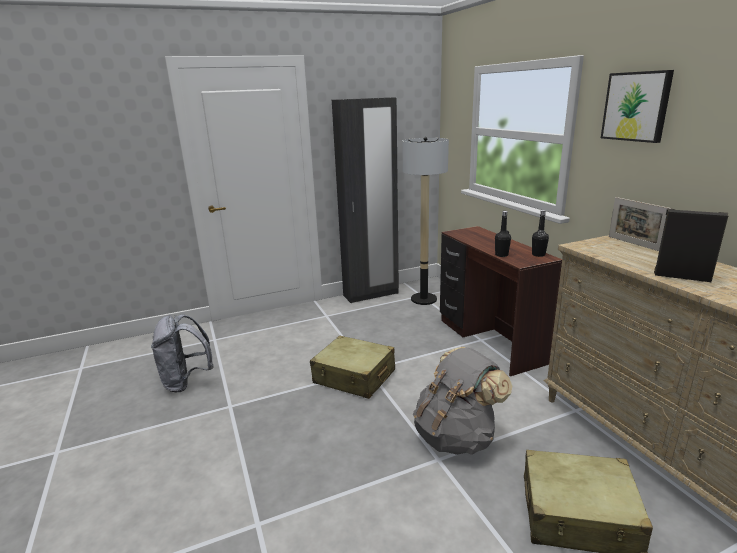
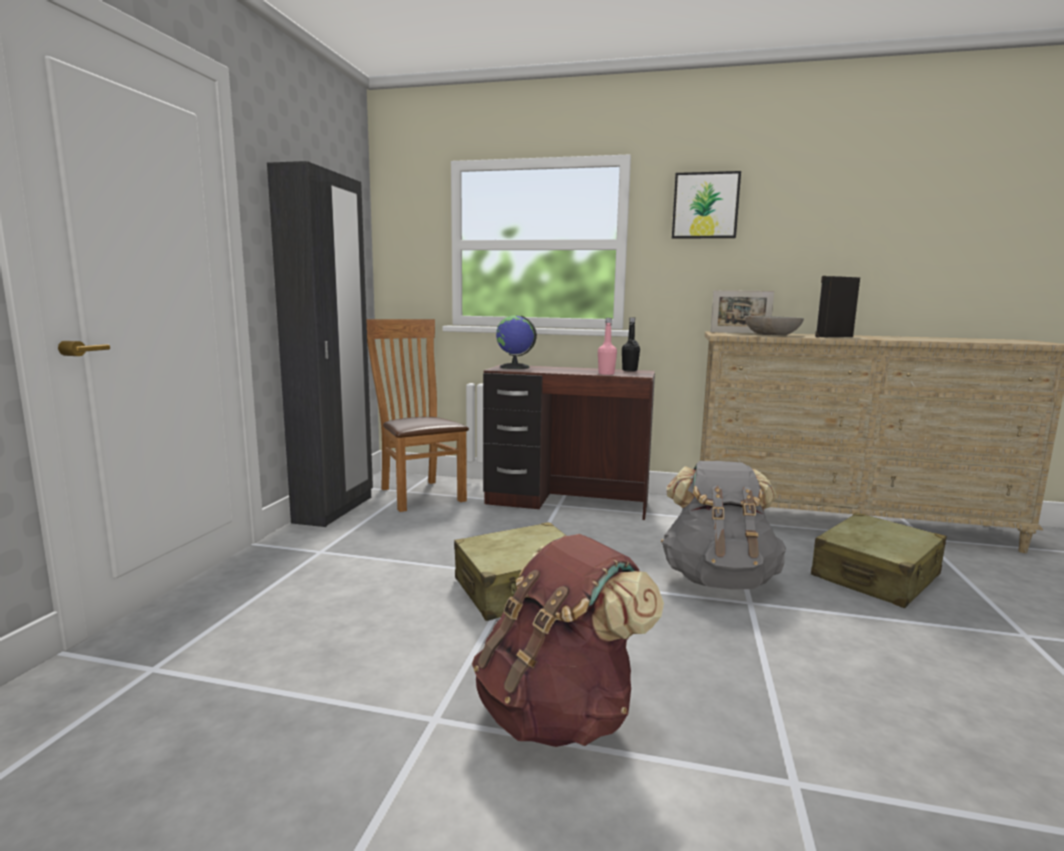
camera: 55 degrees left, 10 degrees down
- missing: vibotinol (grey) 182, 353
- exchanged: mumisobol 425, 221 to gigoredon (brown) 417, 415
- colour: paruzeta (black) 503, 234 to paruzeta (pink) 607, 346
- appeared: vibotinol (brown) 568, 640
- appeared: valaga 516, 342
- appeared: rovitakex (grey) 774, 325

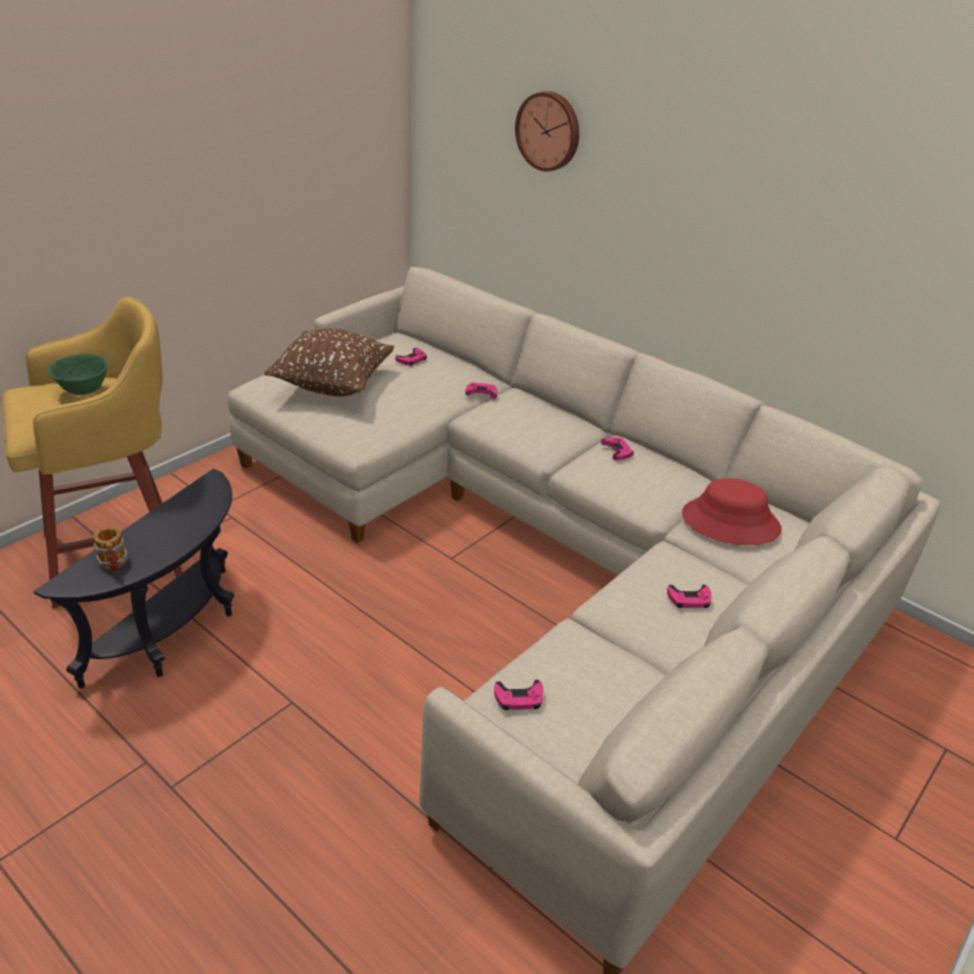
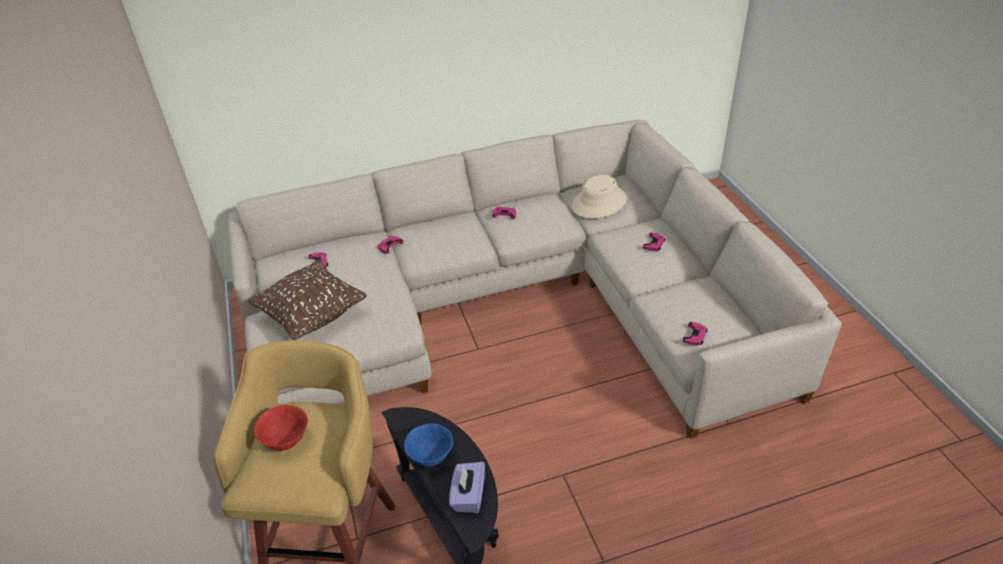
camera: 55 degrees left, 5 degrees up
- colour: rovitakex (green) 78, 374 to rovitakex (red) 281, 428
- exchanged: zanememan 110, 550 to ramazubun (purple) 467, 487
- missing: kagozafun 547, 131
- colour: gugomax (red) 732, 511 to gugomax (beige) 599, 196
- appeared: rovitakex (blue) 428, 444

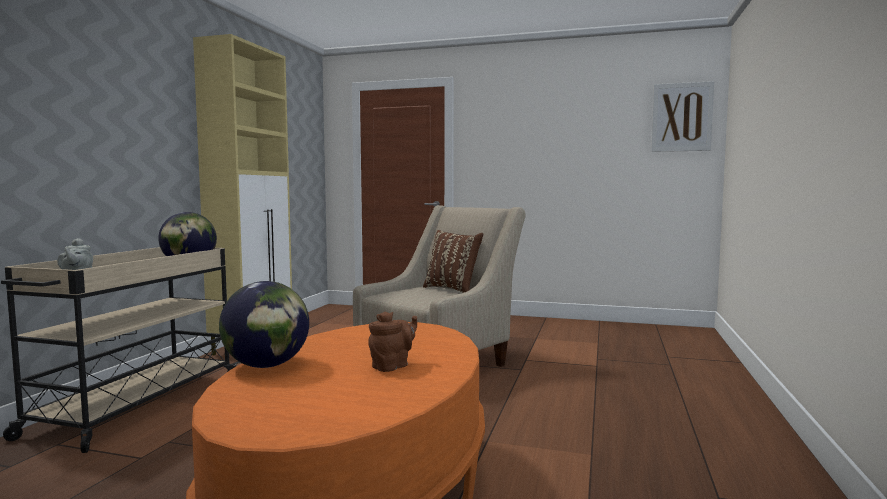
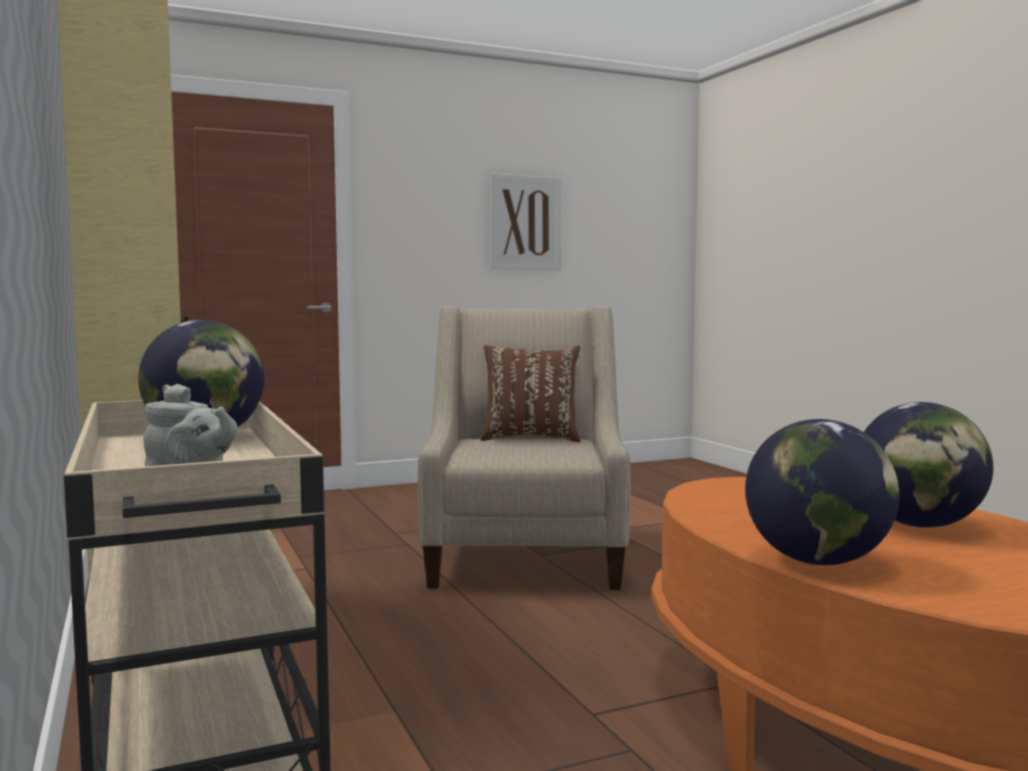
camera: 40 degrees left, 0 degrees up
- exchanged: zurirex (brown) 392, 341 to valaga 928, 465
- relocated: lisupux 682, 116 to 525, 222

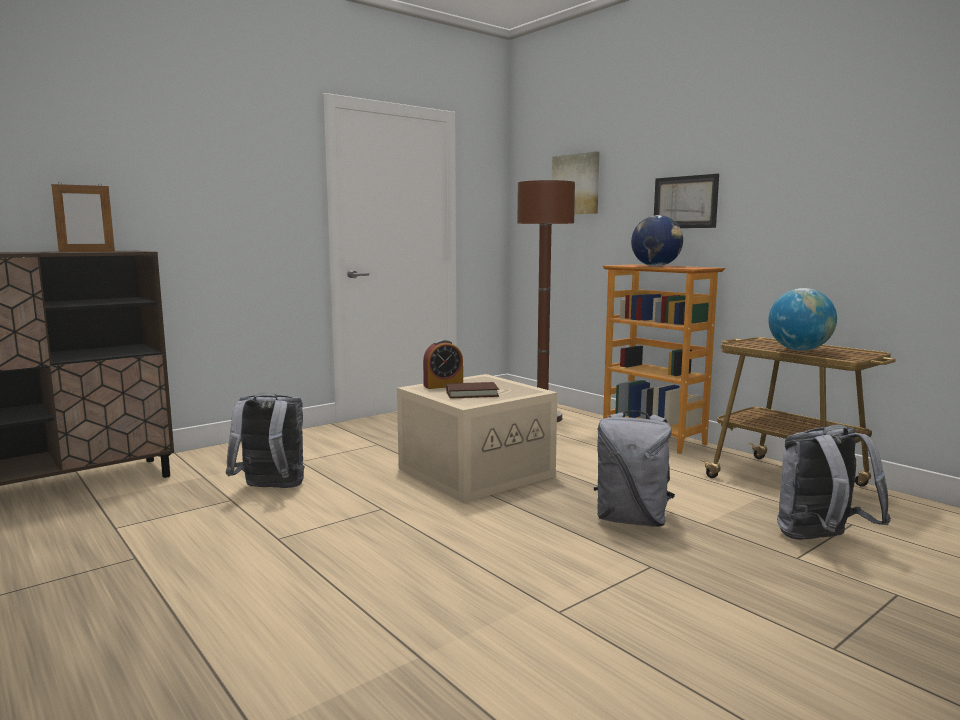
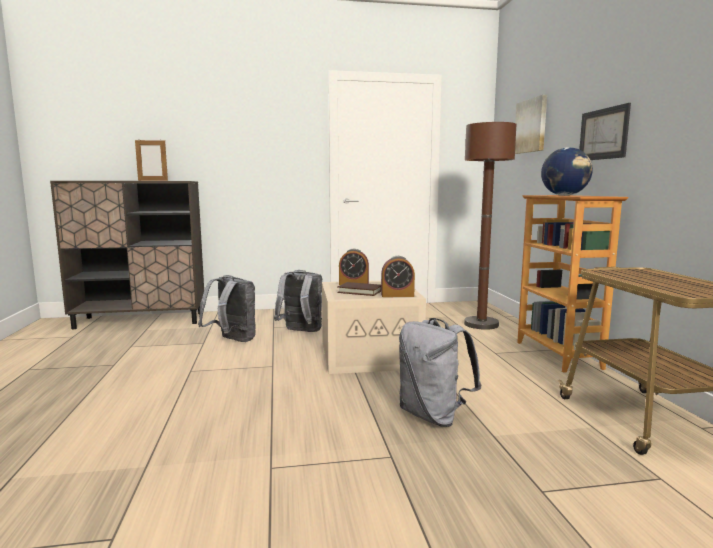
camera: 30 degrees right, 0 degrees up
- missing: valaga 802, 319
- relocated: vibotinol (grey) 834, 482 to 298, 301
- appeared: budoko 398, 276

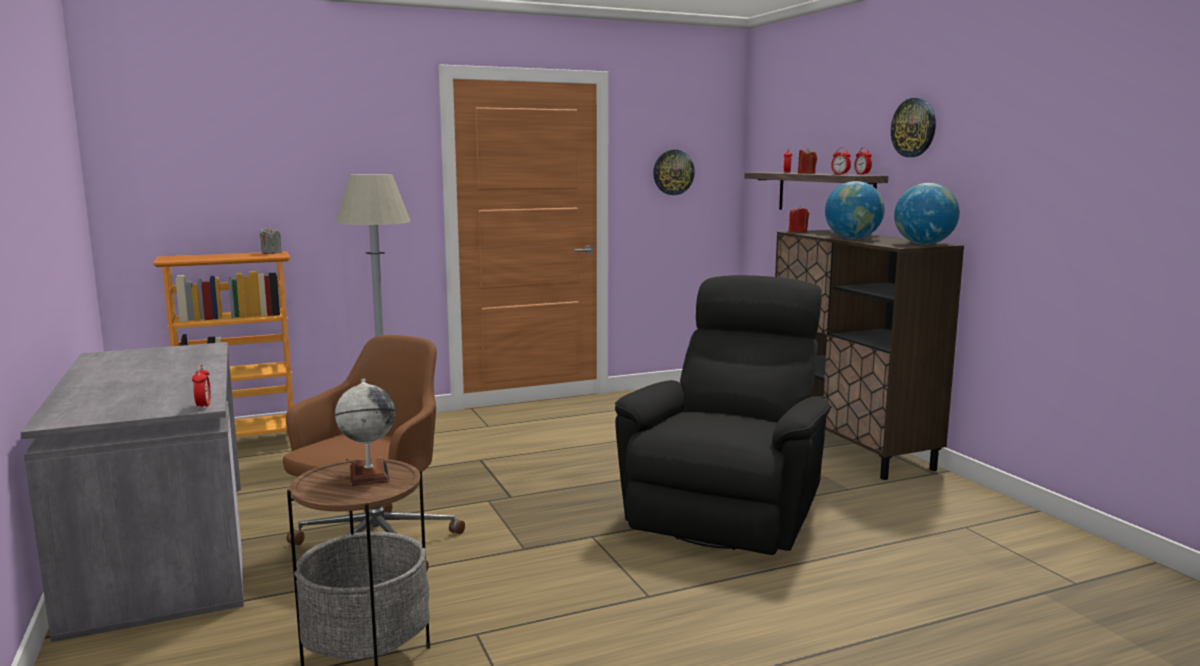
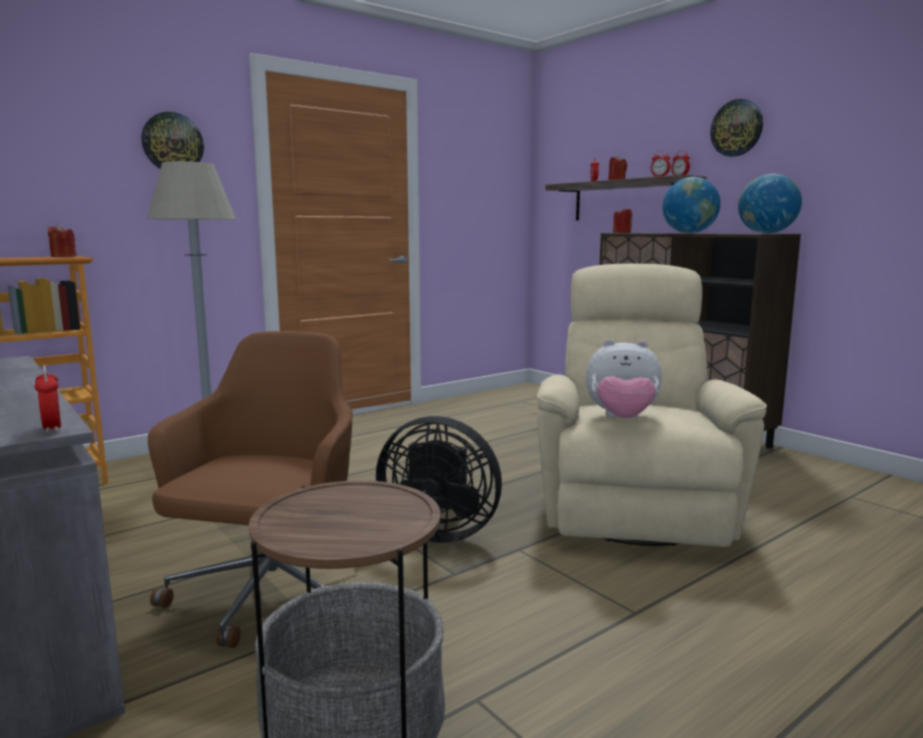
camera: 15 degrees left, 0 degrees up
- colour: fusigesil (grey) 271, 240 to fusigesil (red) 62, 240
- missing: valaga 365, 432
- colour: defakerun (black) 723, 415 to defakerun (beige) 652, 405
- relocated: kagozafun 674, 172 to 172, 140
- appeared: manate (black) 439, 479
- appeared: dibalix 624, 378

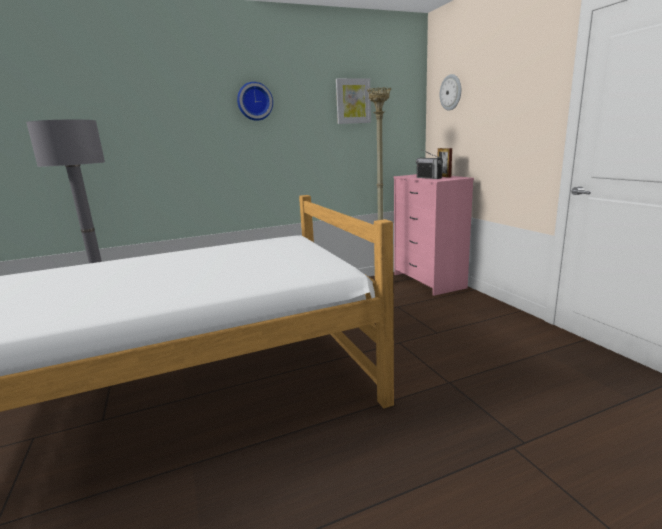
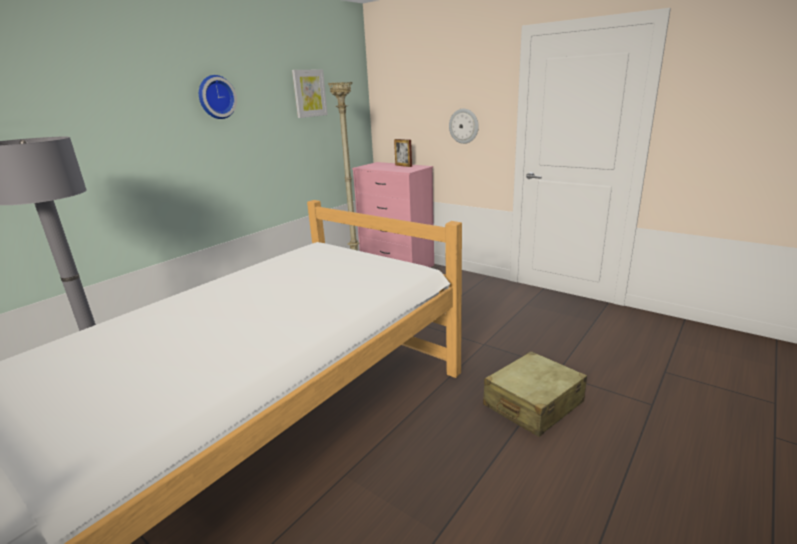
camera: 30 degrees left, 5 degrees up
- missing: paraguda 429, 164
- relocated: kagozafun 450, 92 to 464, 126
- appeared: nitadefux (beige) 535, 394

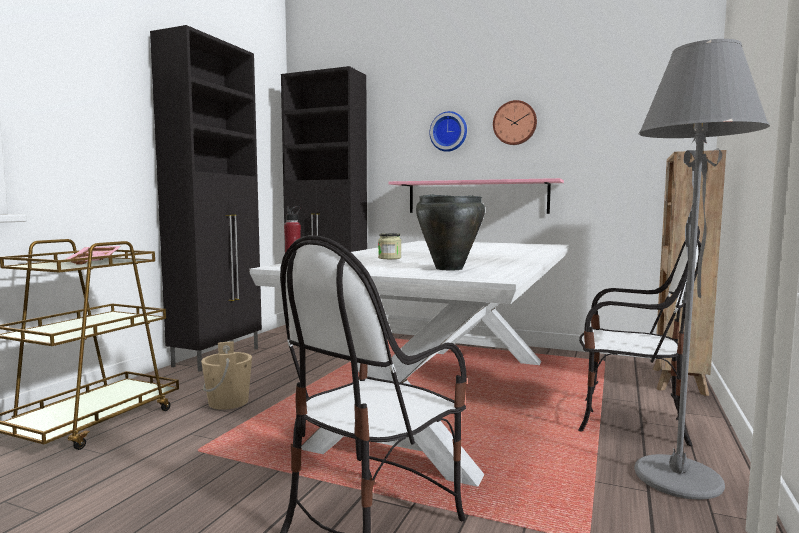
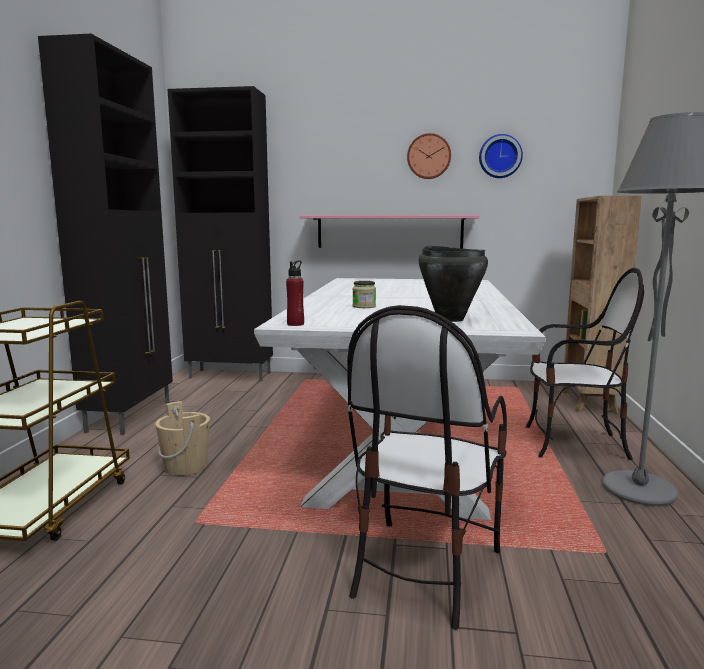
camera: 15 degrees left, 5 degrees up
- missing: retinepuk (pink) 93, 255
- relocated: kagozafun 448, 131 to 501, 156

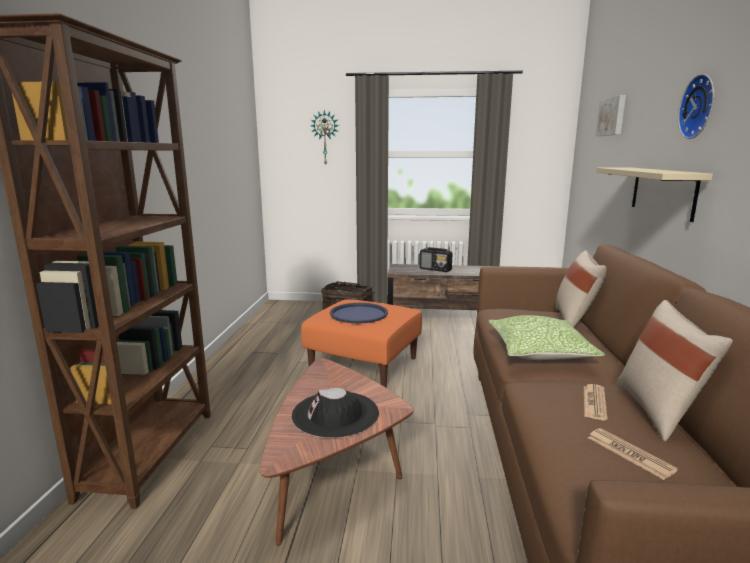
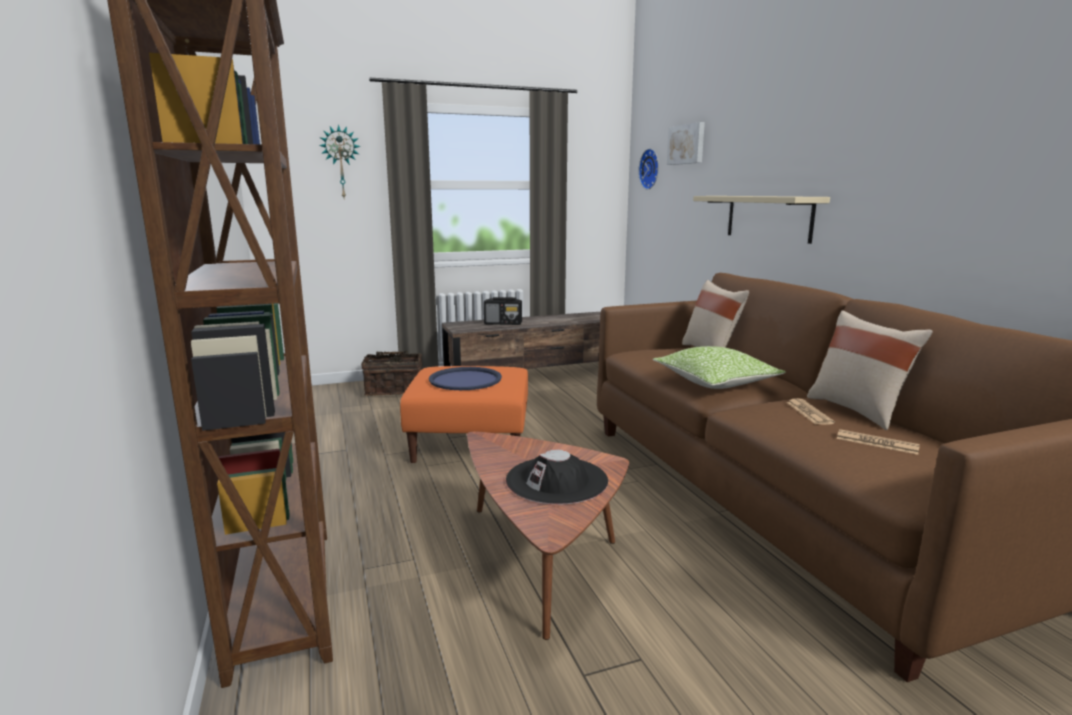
camera: 25 degrees left, 0 degrees up
- relocated: kagozafun 696, 106 to 648, 169

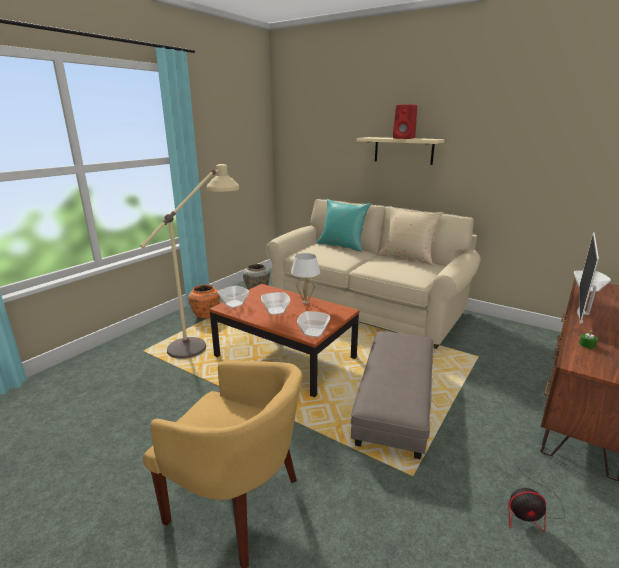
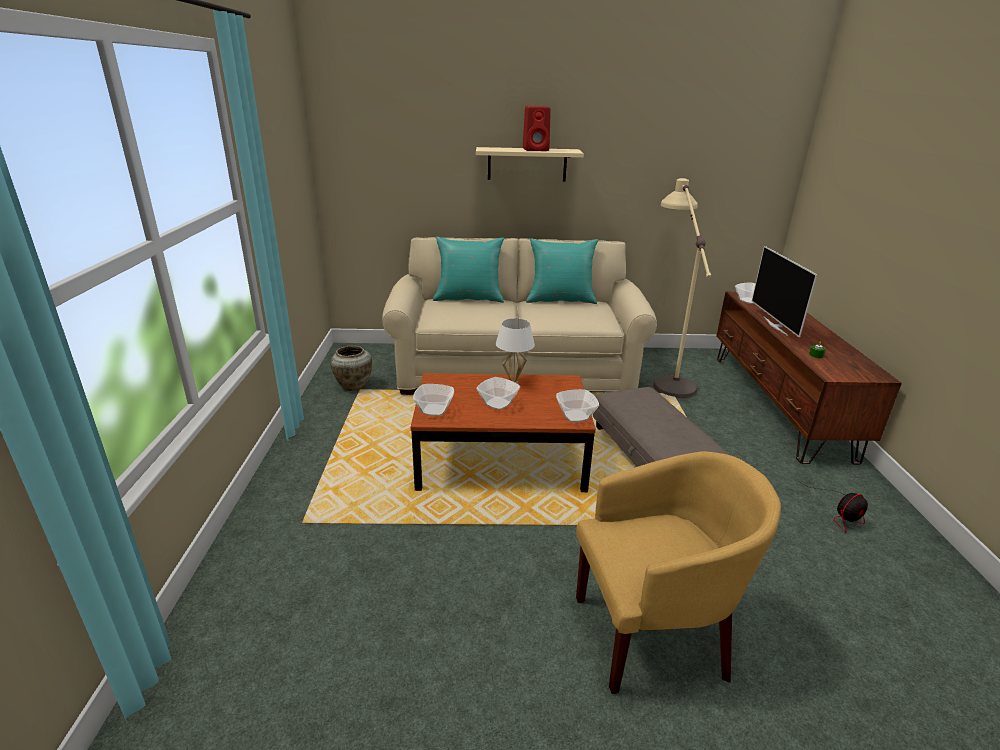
camera: 35 degrees left, 5 degrees up
- relocated: mumisobol (beige) 189, 261 to 682, 288
- missing: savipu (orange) 204, 302
- colour: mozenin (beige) 410, 235 to mozenin (turquoise) 562, 271

